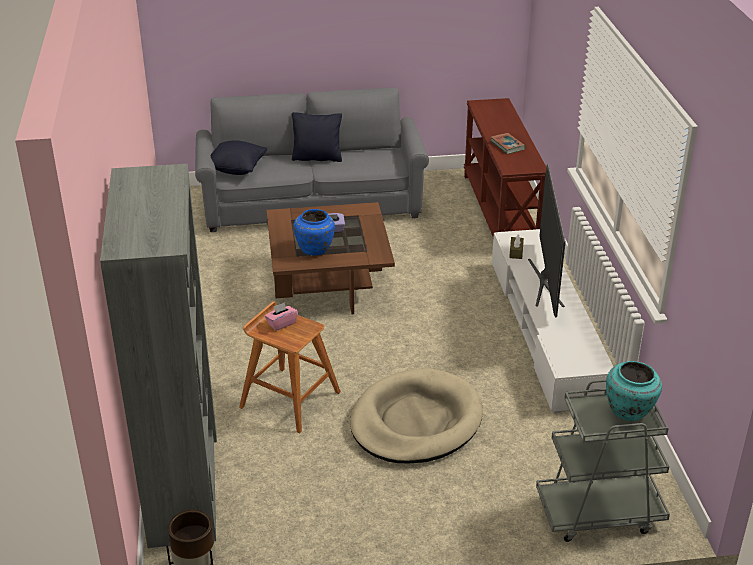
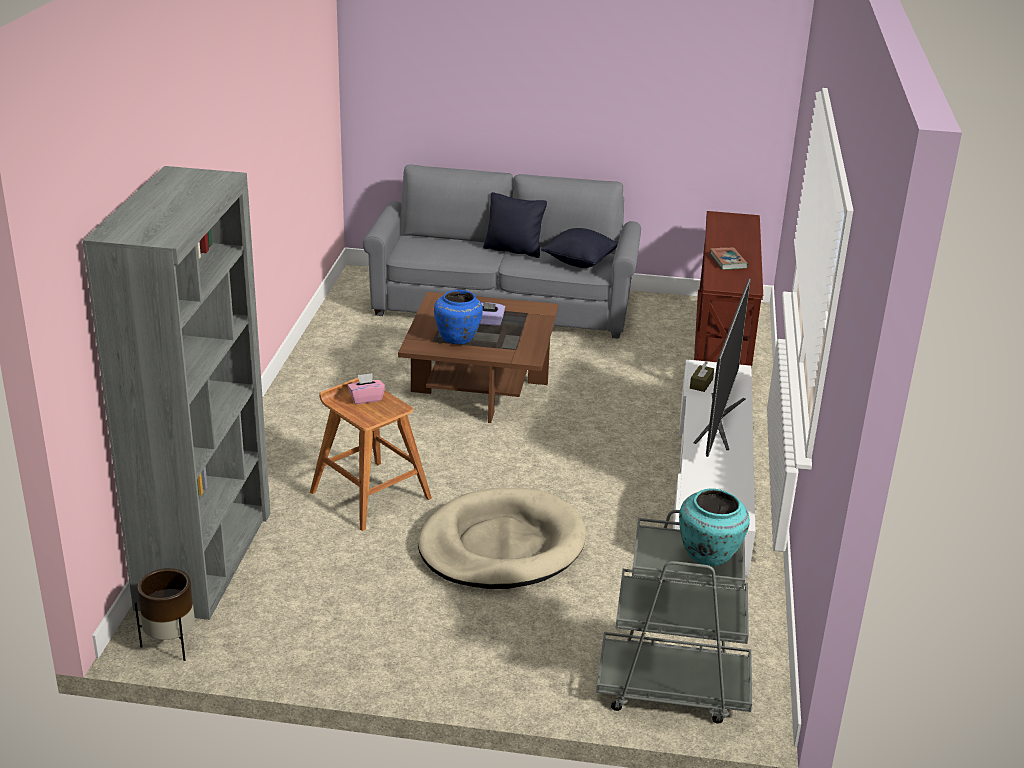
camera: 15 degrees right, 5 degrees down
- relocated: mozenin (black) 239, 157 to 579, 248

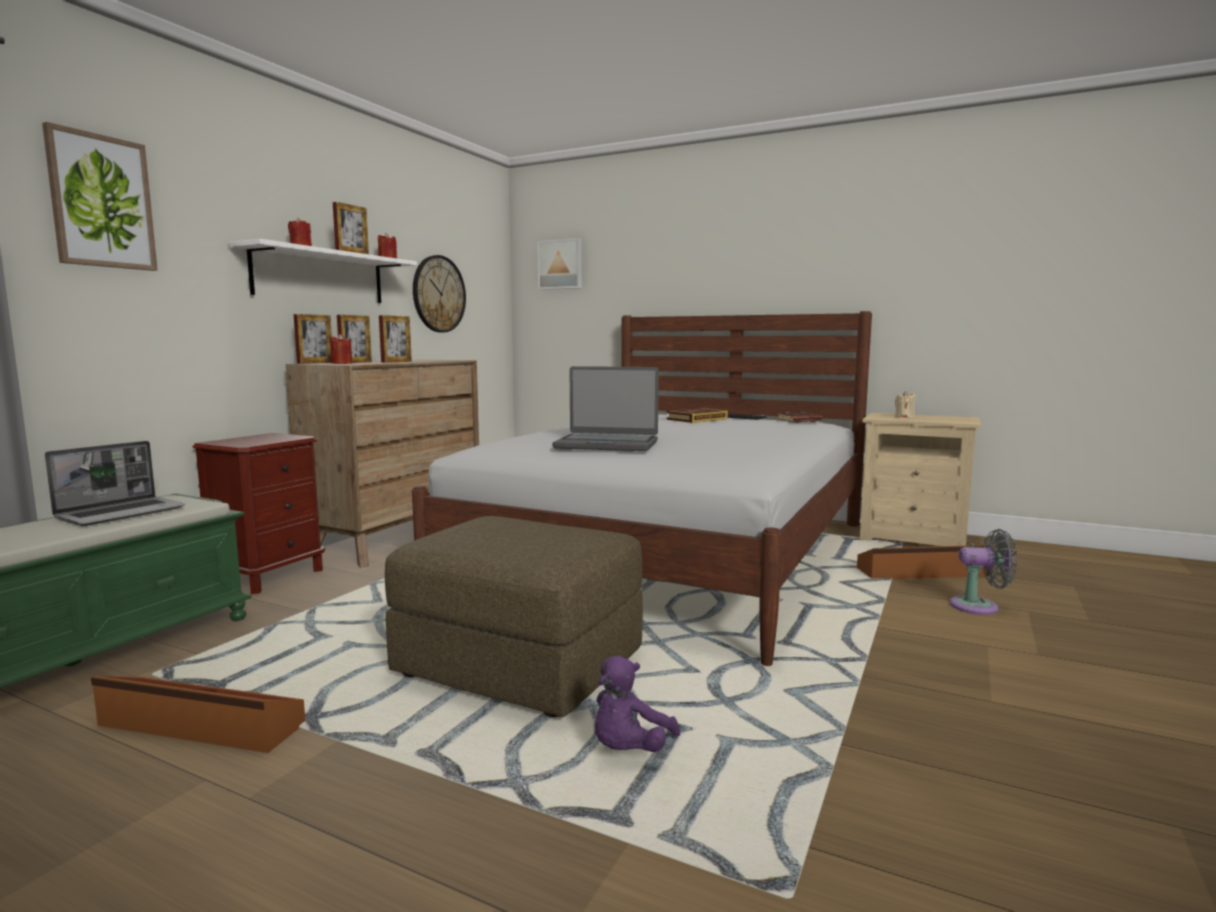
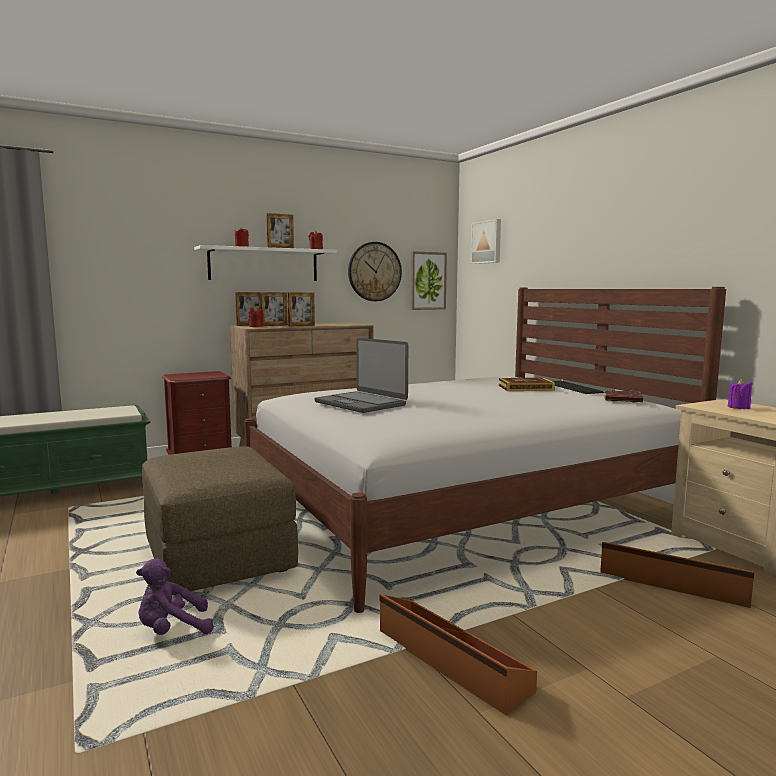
camera: 35 degrees right, 0 degrees up
- relocated: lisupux 100, 196 to 429, 280
- missing: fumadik 115, 483
- relocated: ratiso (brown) 198, 714 to 458, 655
- colour: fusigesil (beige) 905, 404 to fusigesil (purple) 740, 394
- missing: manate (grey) 983, 572

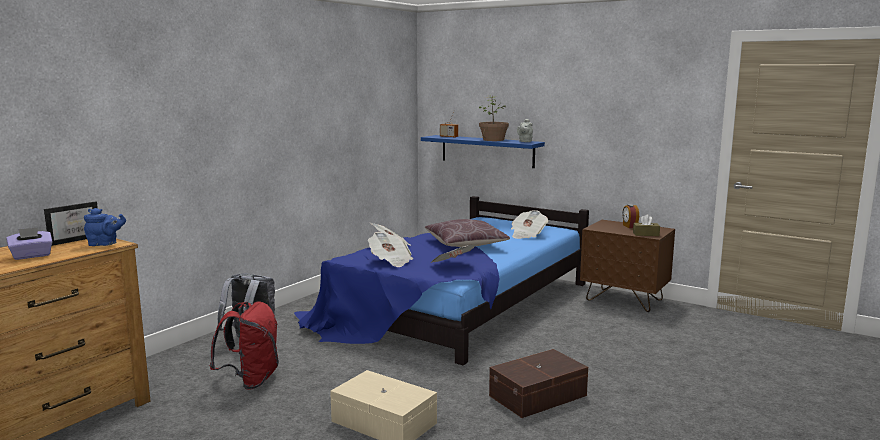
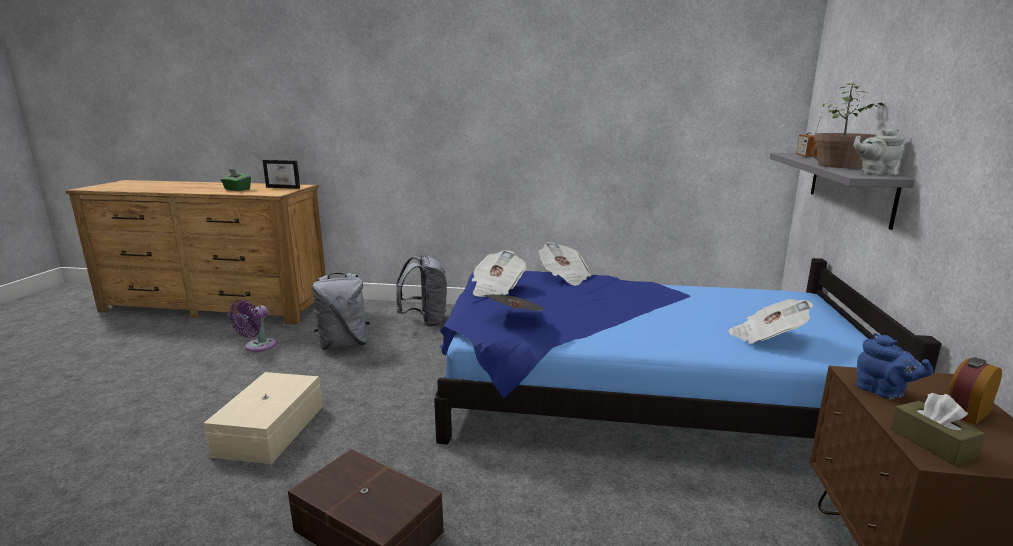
camera: 65 degrees right, 5 degrees up
- colour: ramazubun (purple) 29, 243 to ramazubun (green) 235, 180
- relocated: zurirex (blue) 105, 227 to 894, 366
- colour: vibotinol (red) 244, 345 to vibotinol (grey) 341, 311
- colour: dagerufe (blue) 483, 151 to dagerufe (grey) 842, 191
- missing: mozenin (brown) 467, 233
- appeared: manate (purple) 252, 326

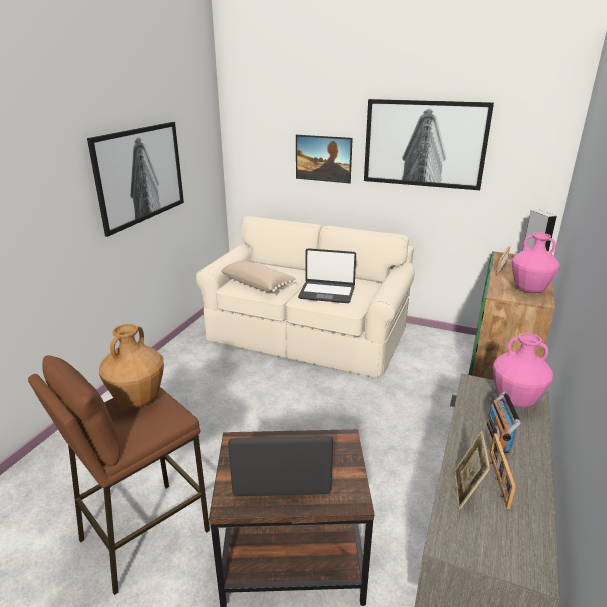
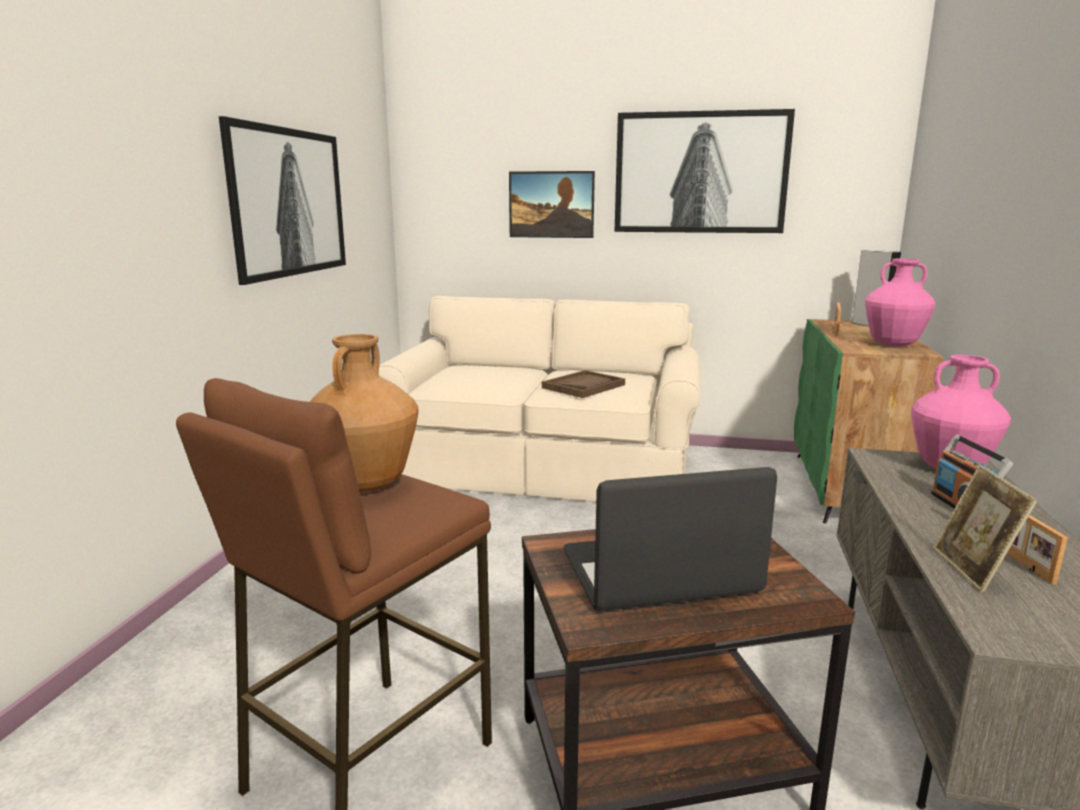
camera: 10 degrees left, 10 degrees down
- missing: mozenin (beige) 258, 276
- exchanged: fumadik 327, 275 to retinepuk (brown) 583, 384

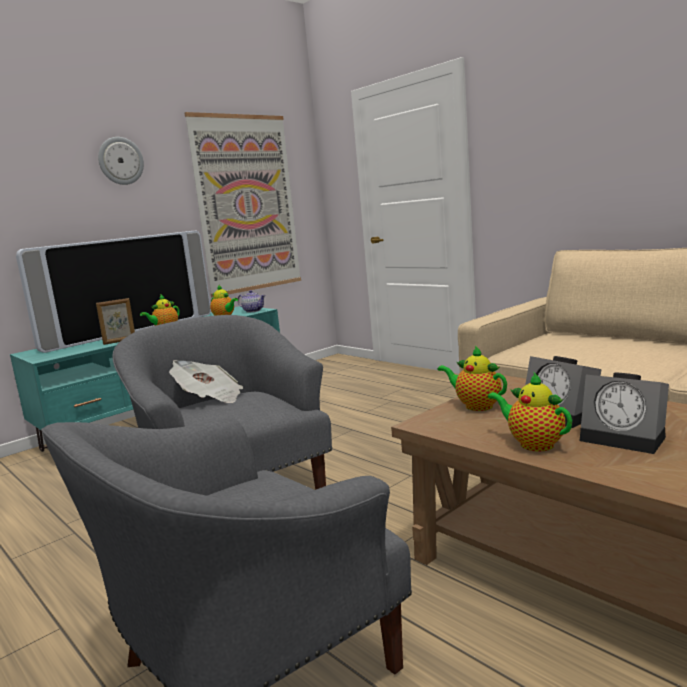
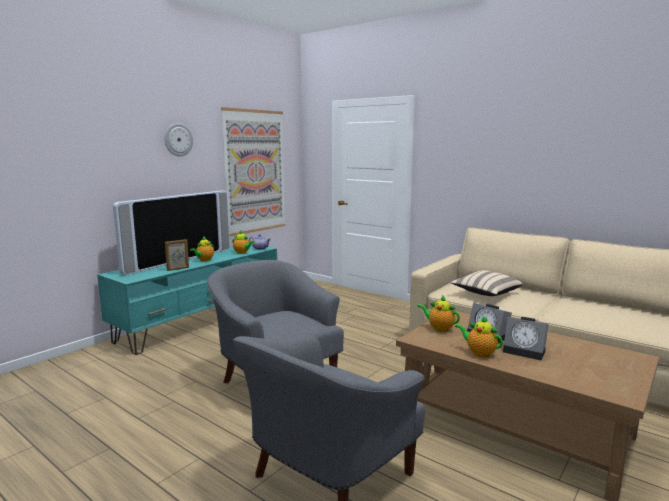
camera: 10 degrees left, 0 degrees up
- missing: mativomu 206, 381
- appeared: mozenin (beige) 487, 283

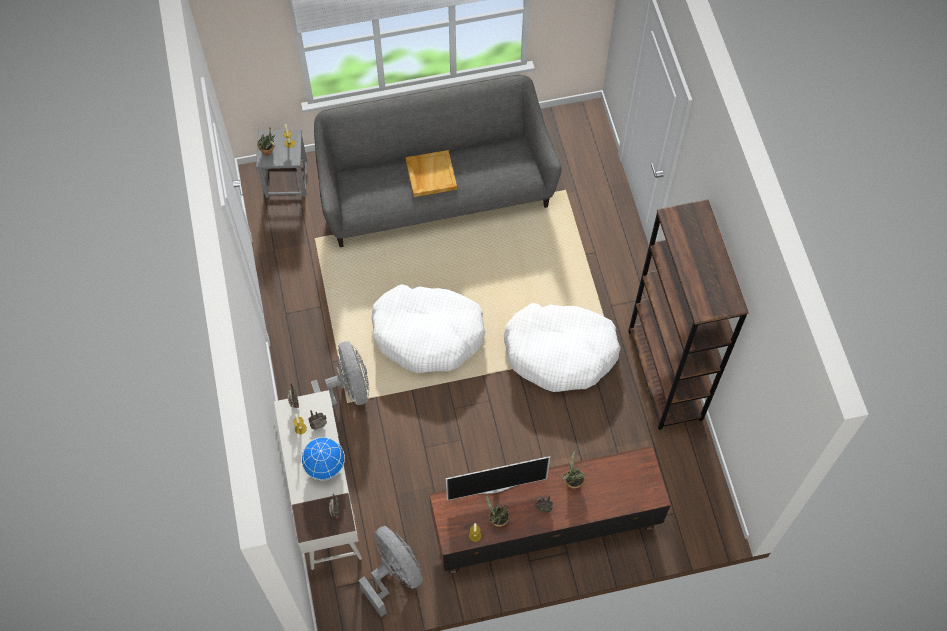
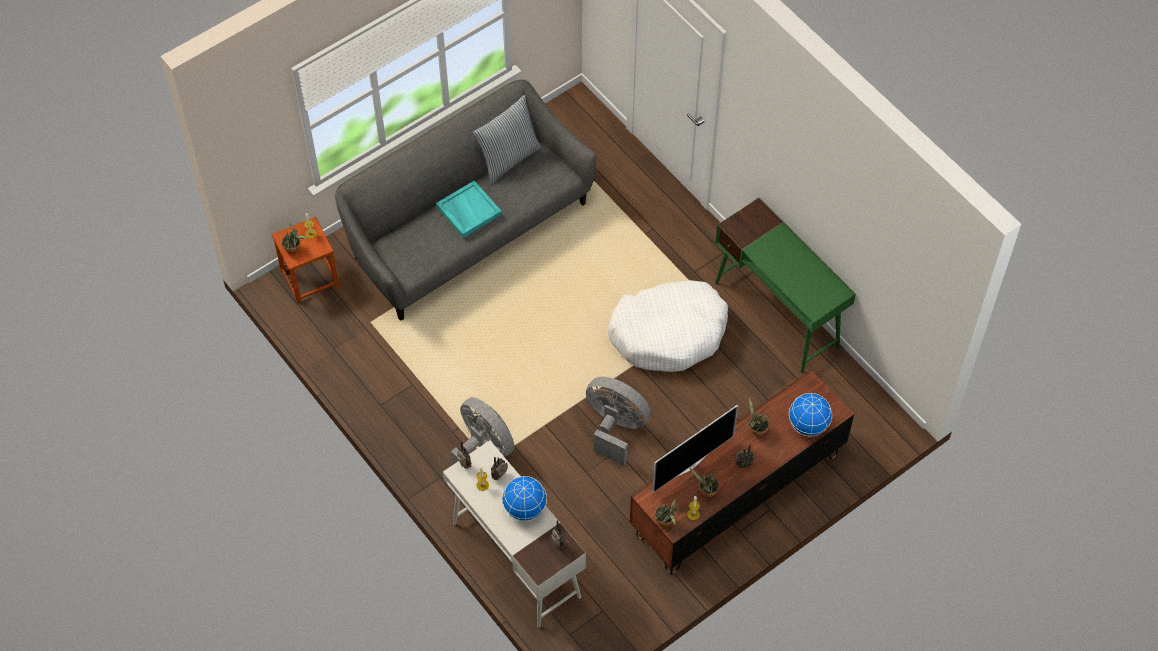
camera: 25 degrees left, 5 degrees down
- colour: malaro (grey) 282, 163 to malaro (brown) 305, 260
- relocated: manate (grey) 391, 571 to 618, 421
- missing: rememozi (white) 429, 328
- colour: retinepuk (beige) 431, 173 to retinepuk (turquoise) 469, 209
- exchanged: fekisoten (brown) 688, 314 to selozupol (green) 785, 285
- appeared: mozenin 507, 139
- appeared: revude 667, 512
- appeared: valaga 810, 414

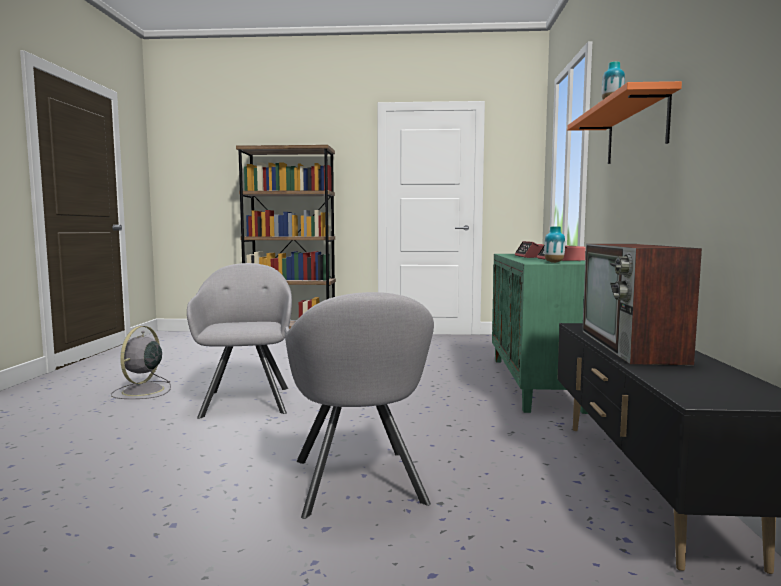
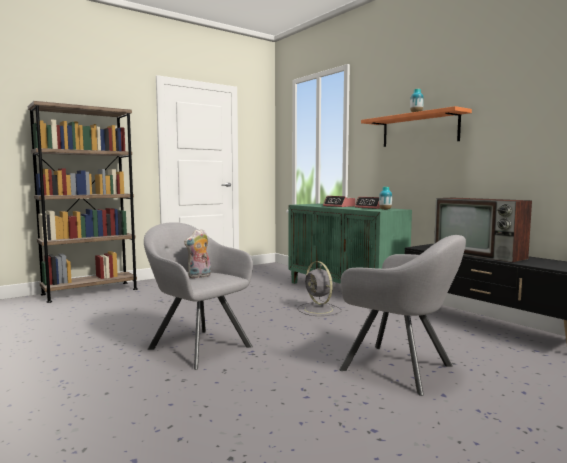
camera: 40 degrees left, 0 degrees up
- relocated: manate (grey) 141, 362 to 319, 288
- appeared: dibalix 197, 253

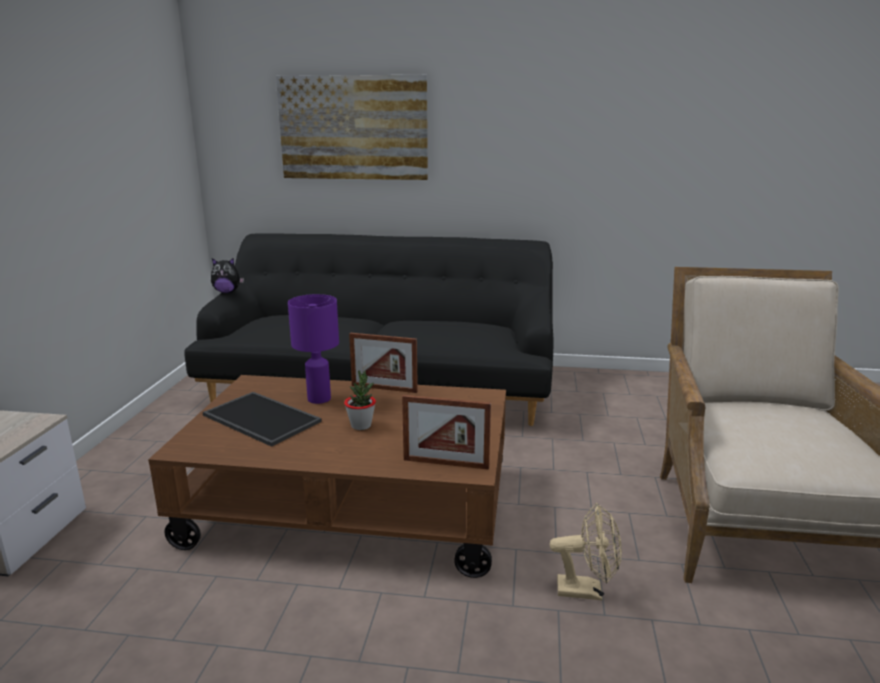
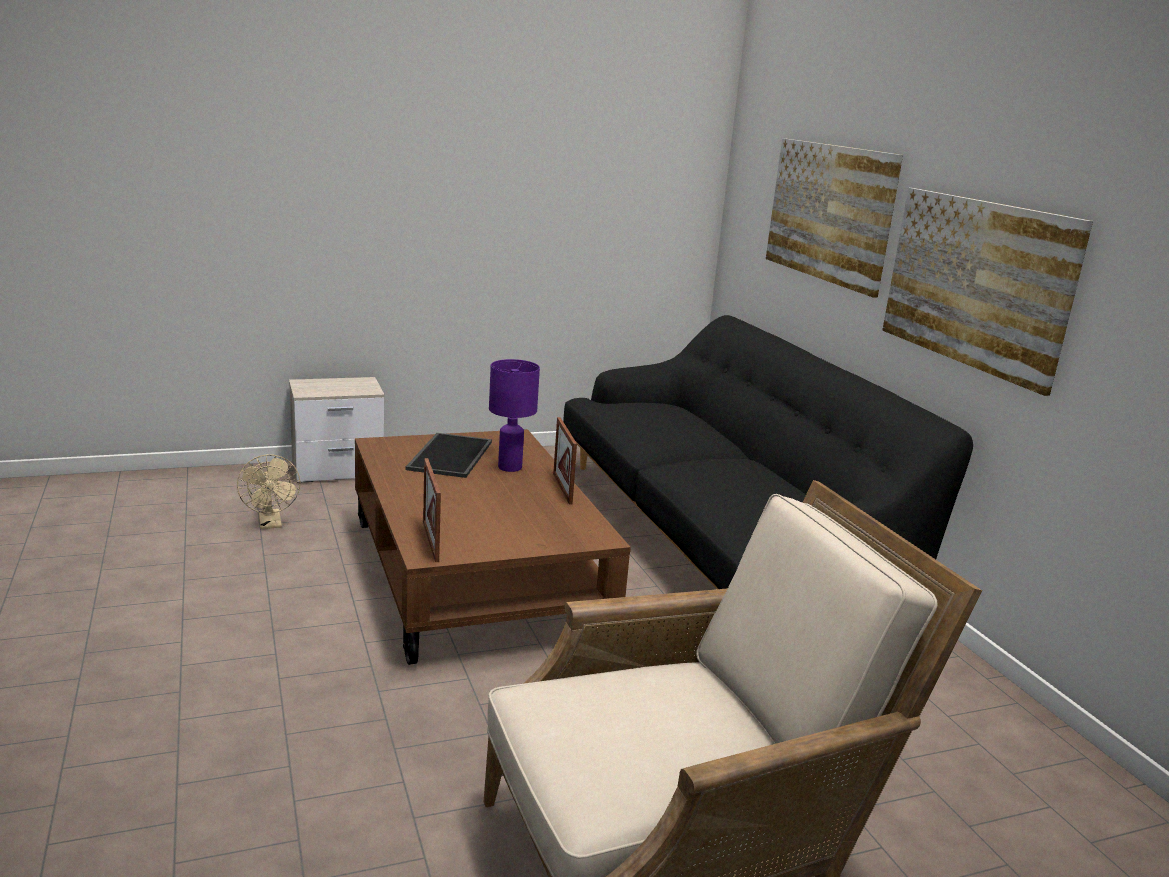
camera: 60 degrees right, 0 degrees up
- missing: dibalix 227, 275
- missing: revude 360, 400
- relocated: manate (beige) 586, 552 to 269, 491
- appeared: lisupux 987, 292

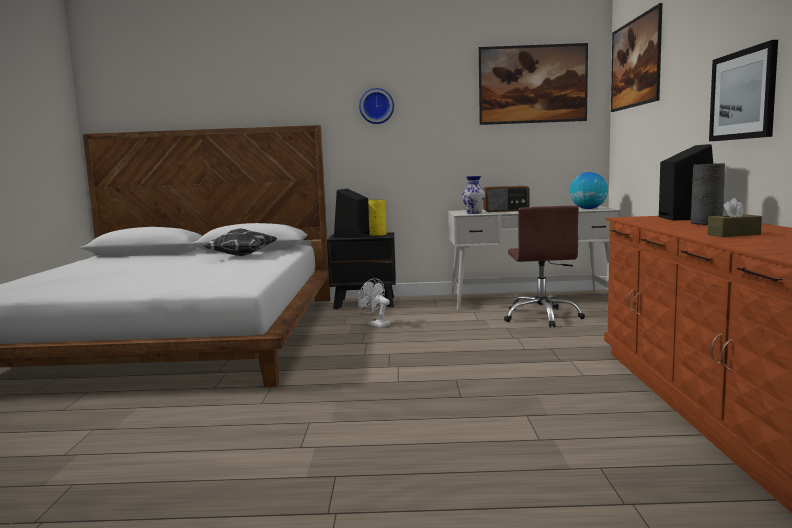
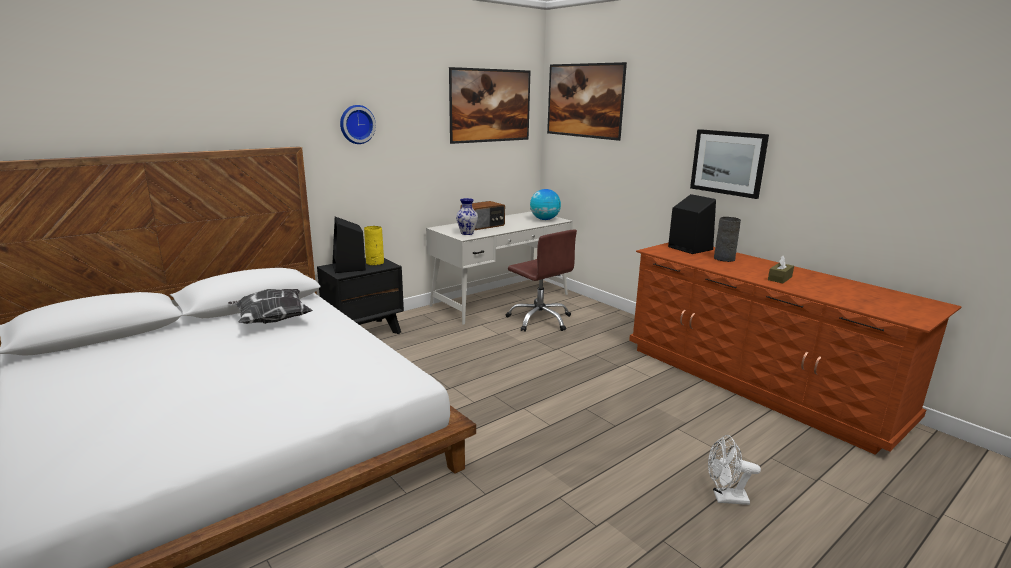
camera: 40 degrees left, 10 degrees up
- relocated: manate (white) 374, 303 to 734, 470

